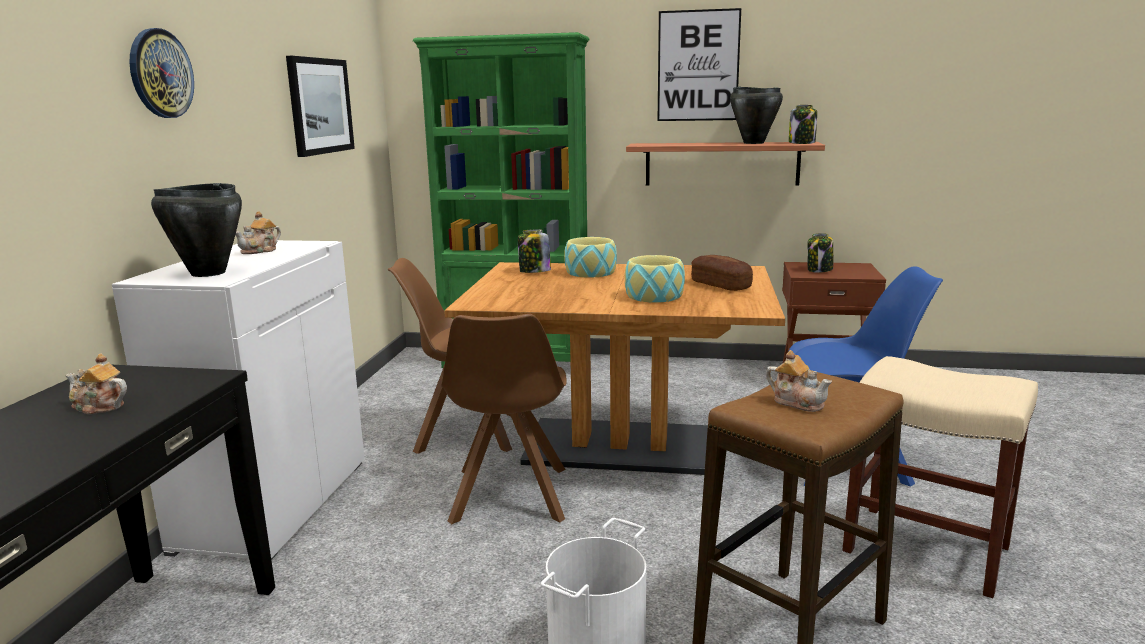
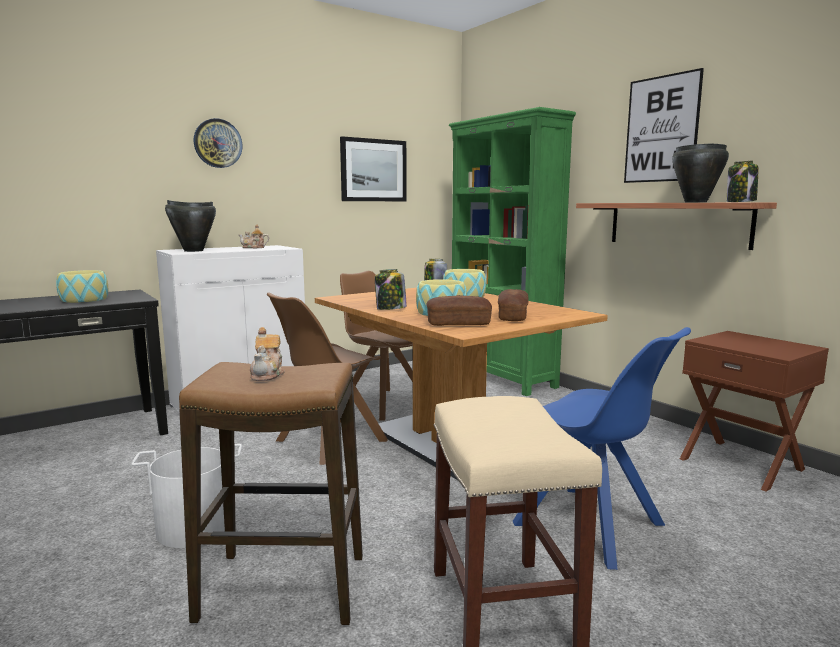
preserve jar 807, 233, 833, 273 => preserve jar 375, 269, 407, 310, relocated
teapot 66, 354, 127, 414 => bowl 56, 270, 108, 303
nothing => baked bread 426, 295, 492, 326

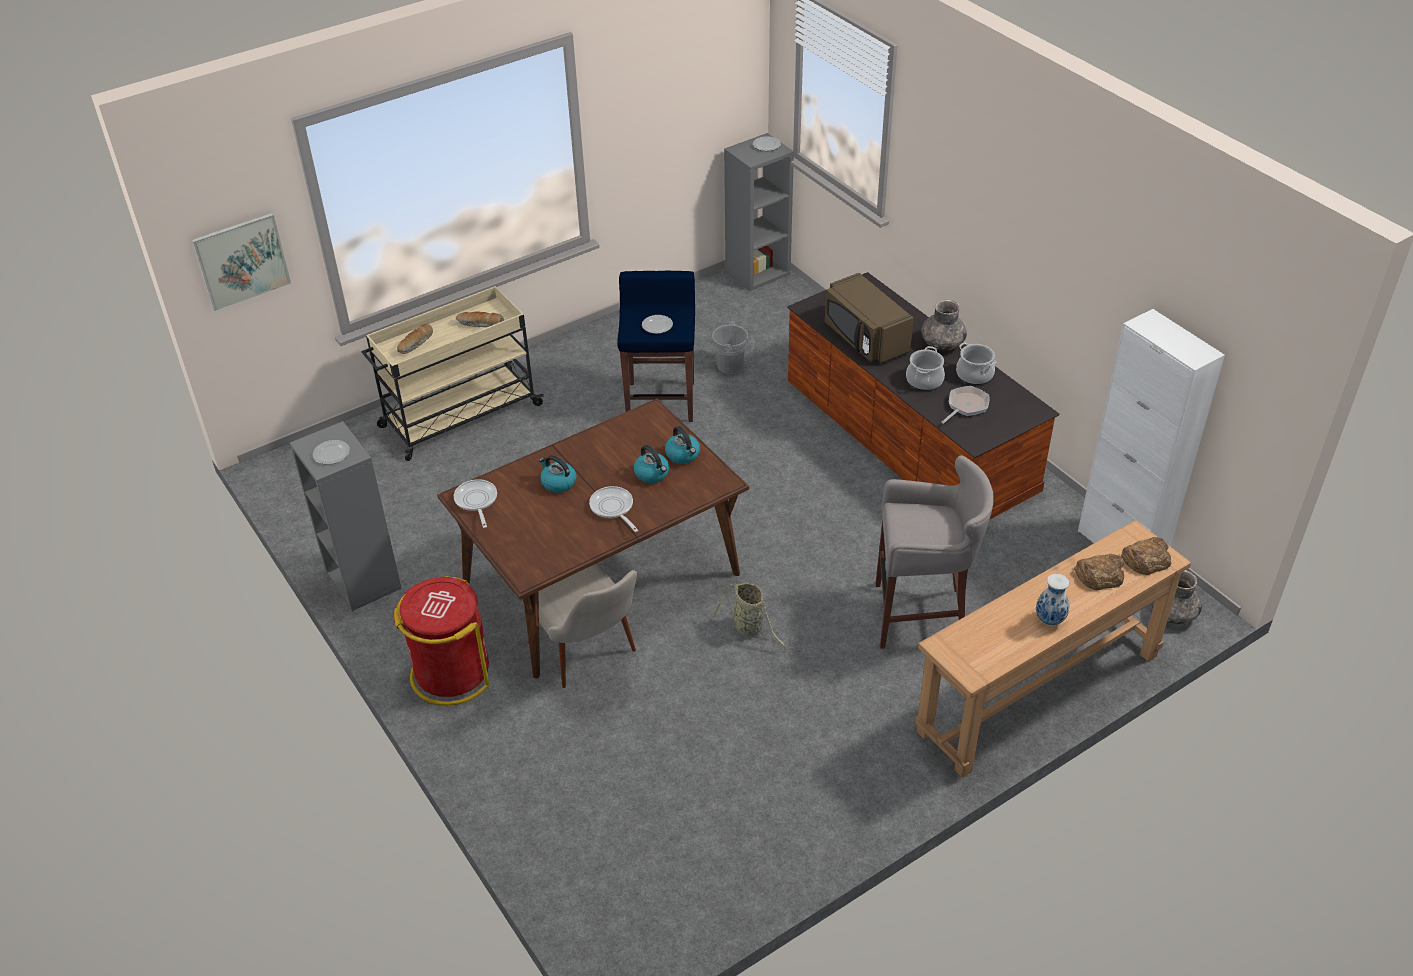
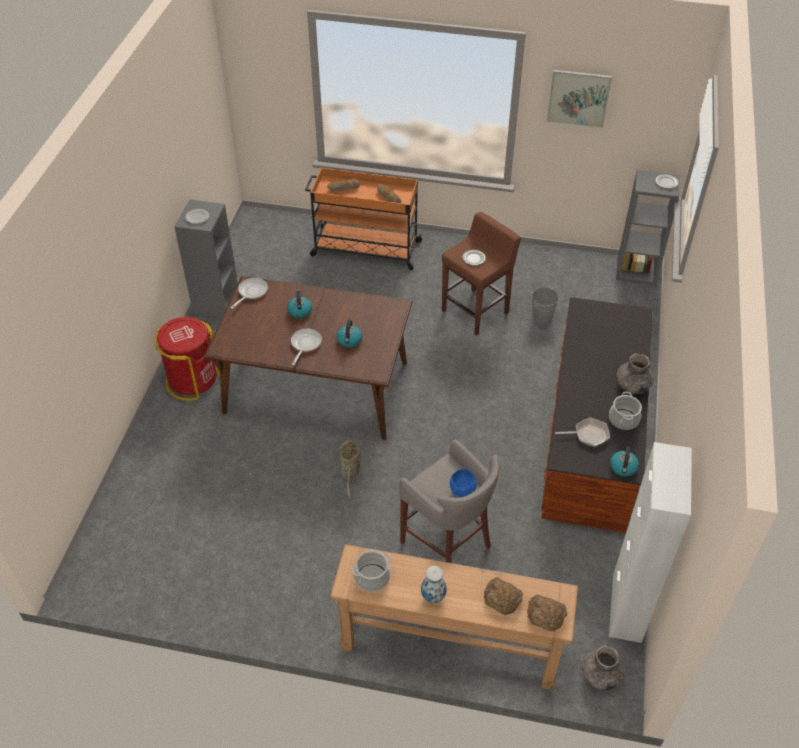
wall art 192, 213, 291, 311 => wall art 547, 70, 612, 128, relocated
sitting stool/blue-coloured 618, 271, 695, 422 => sitting stool/brown-coloured 442, 212, 521, 336
kitchen microwave/brown-coloured 825, 273, 914, 364 => nothing
trolley/beige 362, 286, 544, 461 => trolley/orange-coloured 305, 168, 423, 270
cooking pot 906, 346, 945, 390 => cooking pot 351, 550, 392, 592, relocated
water kettle 665, 426, 700, 464 => water kettle 610, 446, 639, 477, relocated
chair/beige 528, 563, 637, 688 => nothing
nothing => bowl/blue-coloured 450, 469, 477, 497

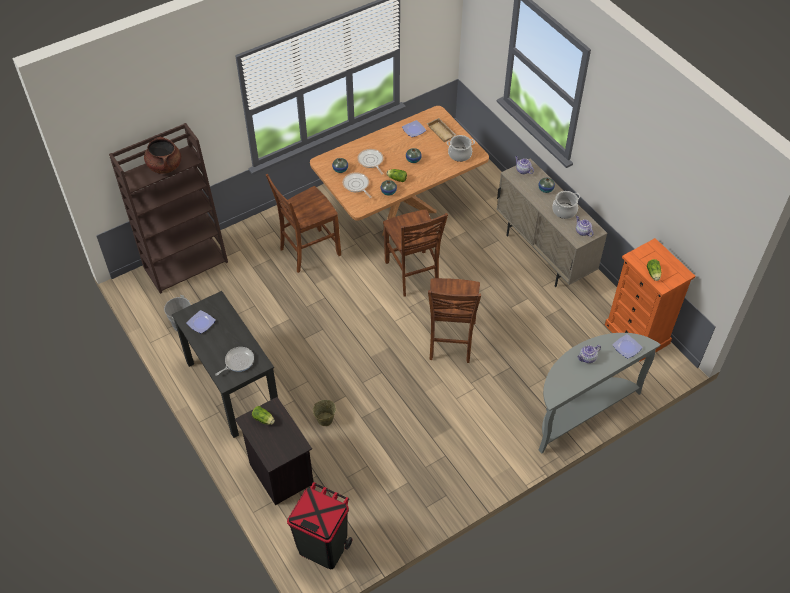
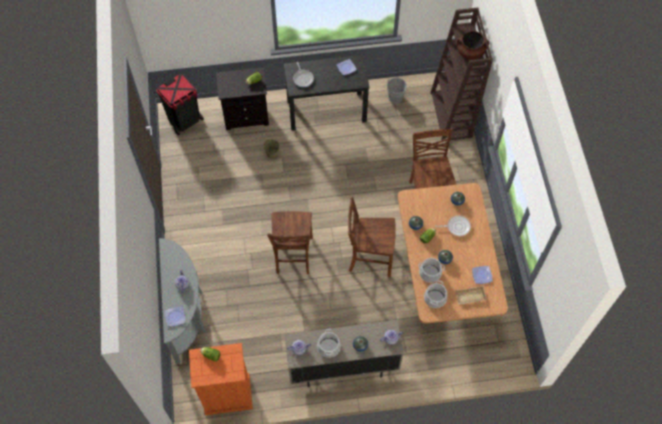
pan 343, 172, 372, 198 => nothing
chair/brown-coloured 428, 278, 481, 363 => chair/brown-coloured 267, 211, 313, 274, 120 degrees counterclockwise
nothing => cooking pot 418, 258, 445, 283

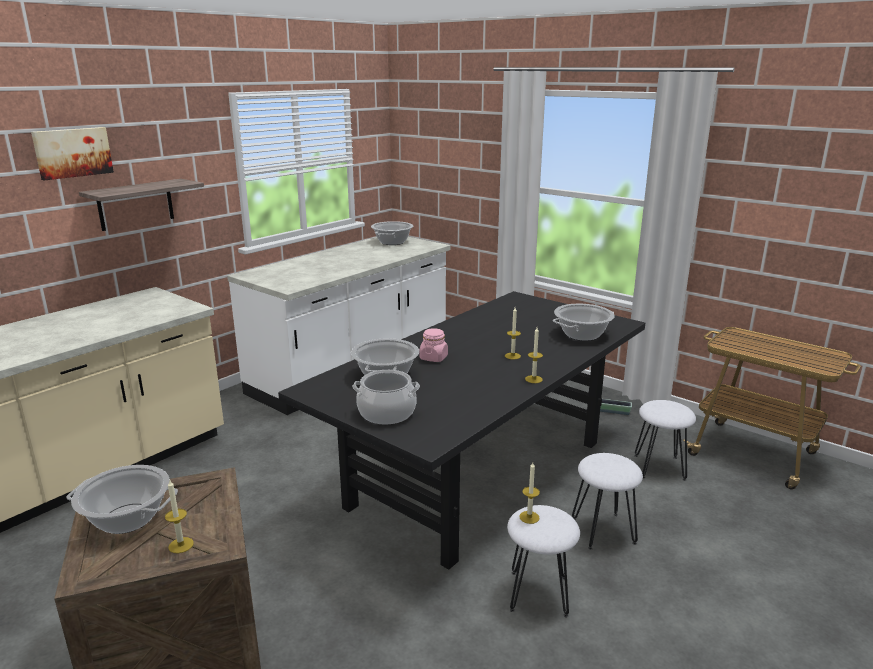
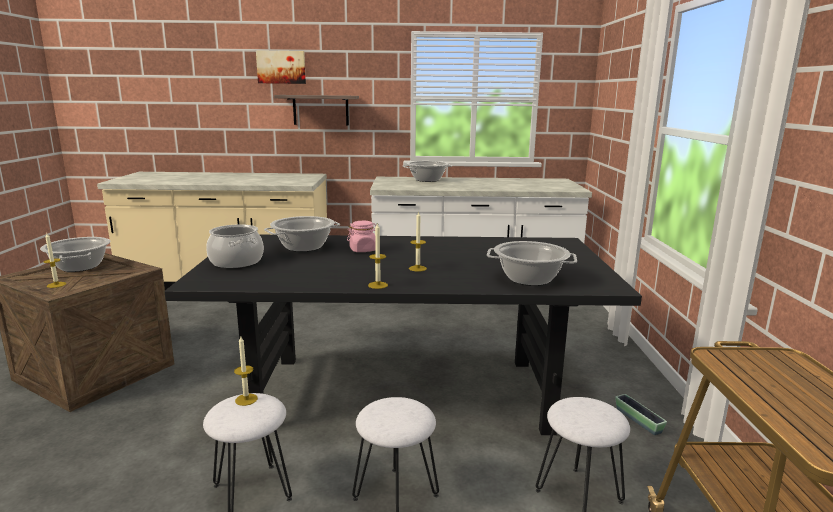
cooking pot 371, 221, 413, 245 => cooking pot 403, 161, 452, 182, relocated

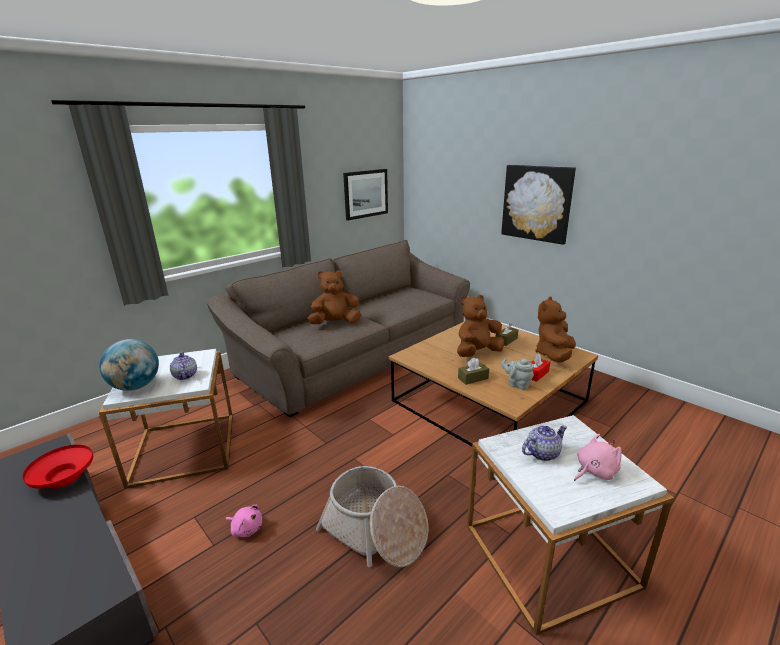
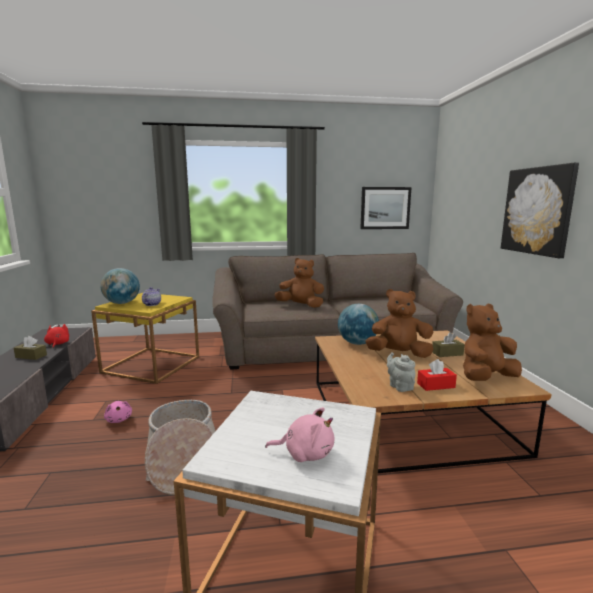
accent table/white-coloured 99, 349, 233, 489 => accent table/yellow-coloured 91, 293, 199, 384
tissue box/brown-coloured 458, 357, 489, 385 => tissue box/brown-coloured 14, 336, 47, 360, relocated
teapot 522, 425, 567, 461 => nothing
bowl/reddish 23, 445, 93, 489 => plush toy/reddish 44, 324, 69, 348
nothing => world globe 338, 304, 379, 345

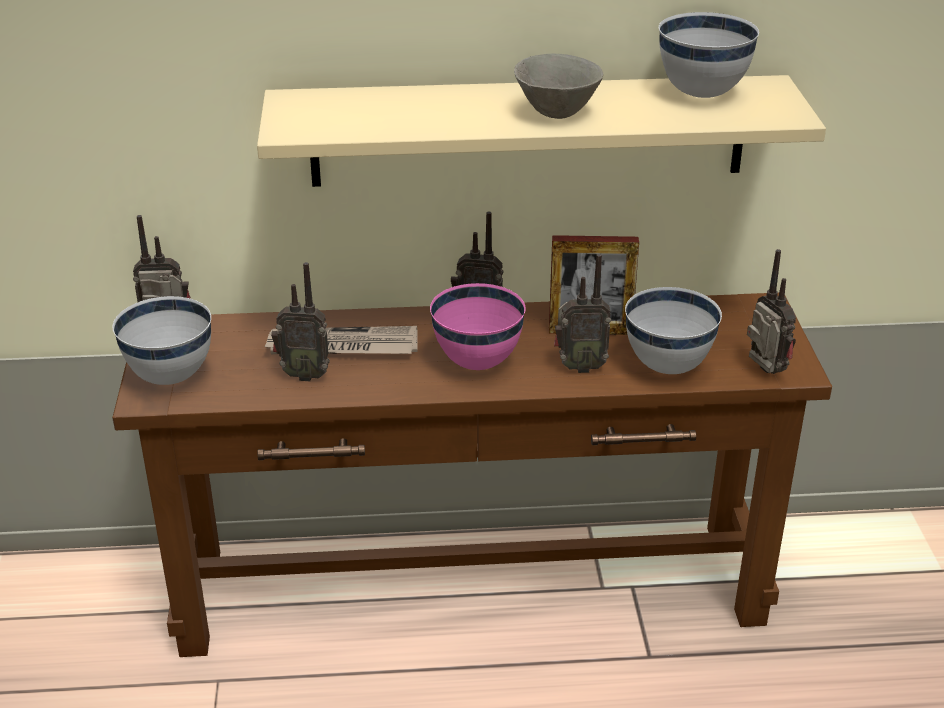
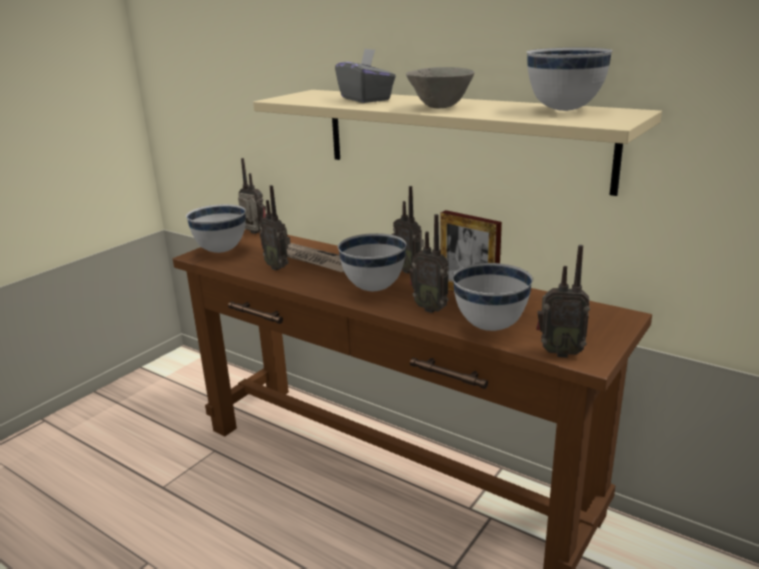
radio receiver 747, 249, 796, 374 => radio receiver 536, 245, 590, 358, 90 degrees clockwise
bowl/pink-coloured 430, 283, 526, 370 => bowl/white-coloured 338, 233, 407, 291
nothing => tissue box/greyish 335, 48, 396, 103

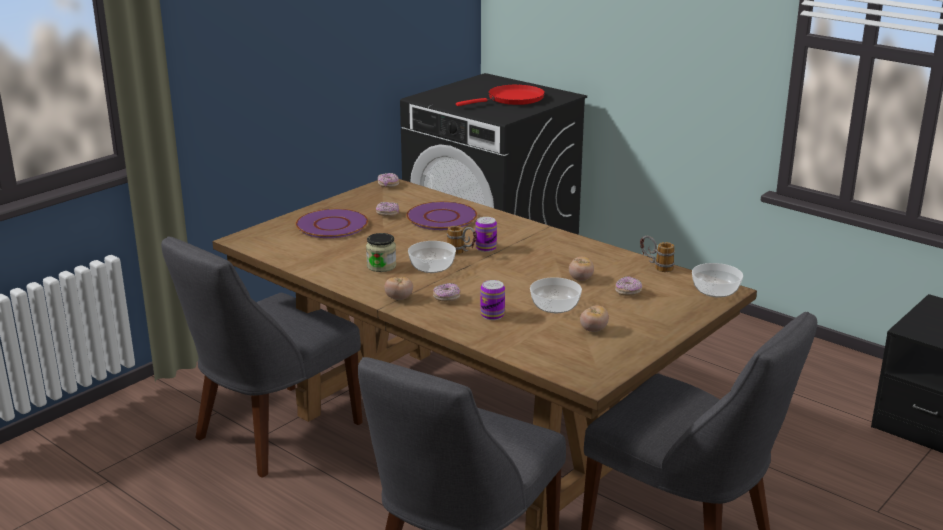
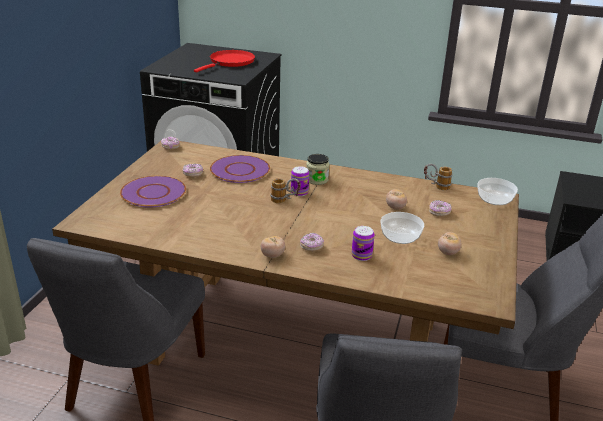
preserve jar 366, 233, 396, 272 => preserve jar 306, 154, 329, 185, relocated
bowl 408, 241, 456, 273 => nothing

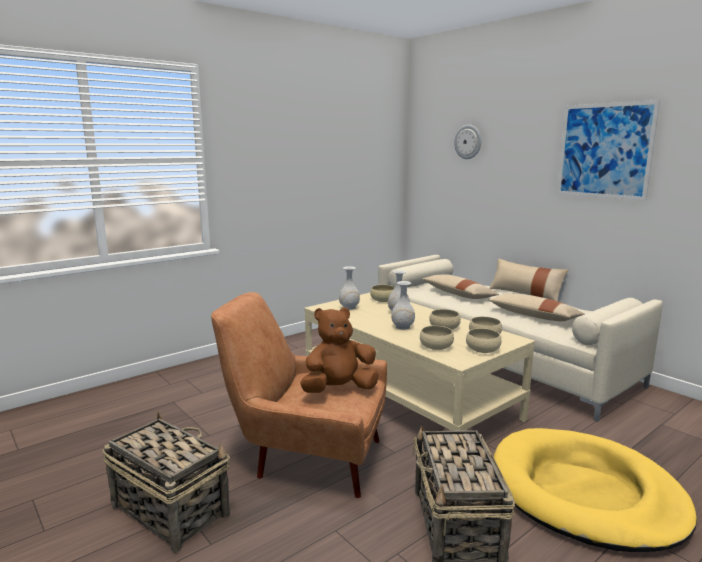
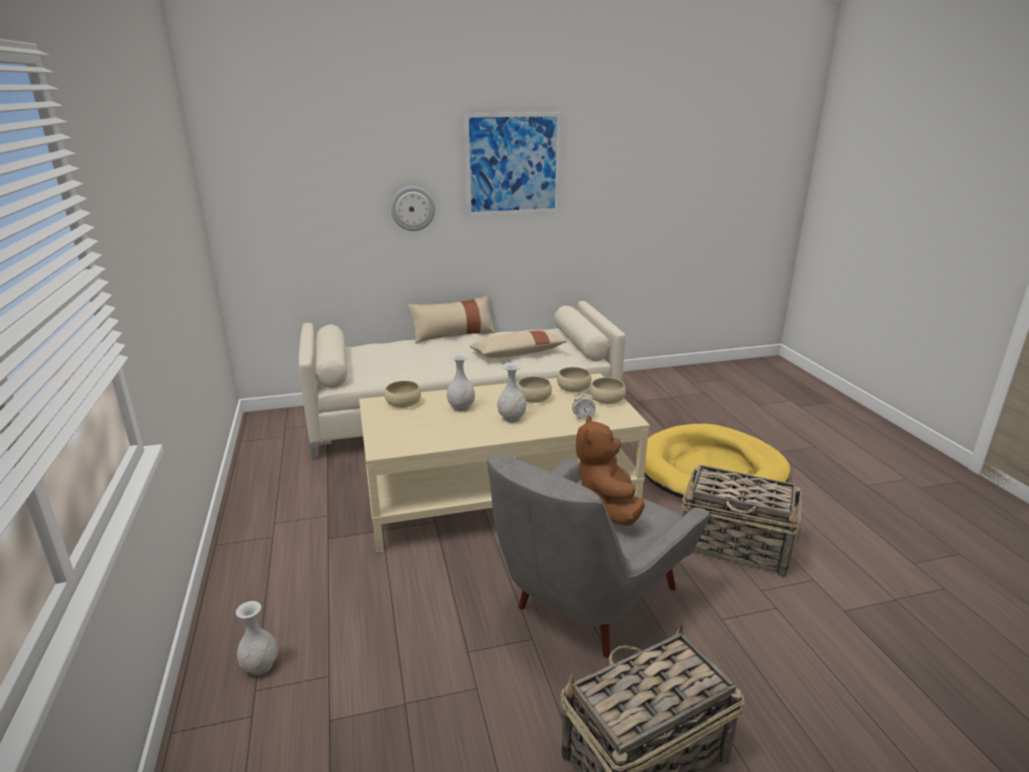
hanging clock 454, 125, 481, 159 => hanging clock 391, 186, 435, 231, relocated
decorative vase/white-coloured 339, 266, 360, 310 => decorative vase/white-coloured 236, 601, 278, 675, relocated
throw pillow/beige 422, 274, 499, 299 => nothing
easy chair/brown-coloured 211, 292, 387, 498 => easy chair/greyish 487, 454, 711, 658
bowl/beige 420, 326, 454, 350 => bedside clock 572, 391, 596, 420

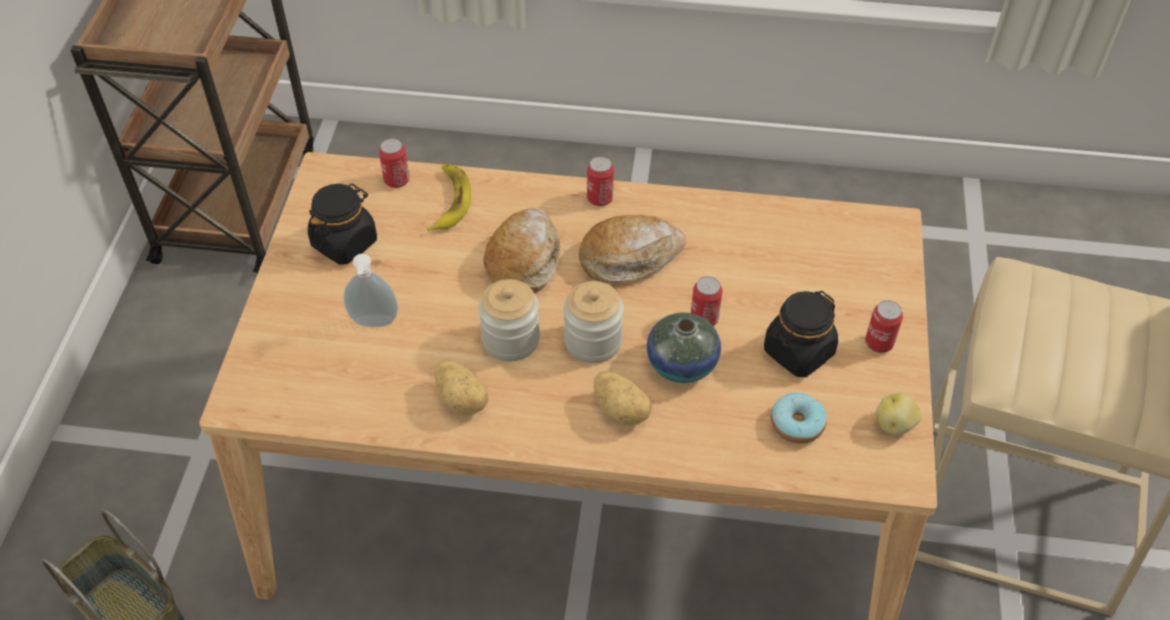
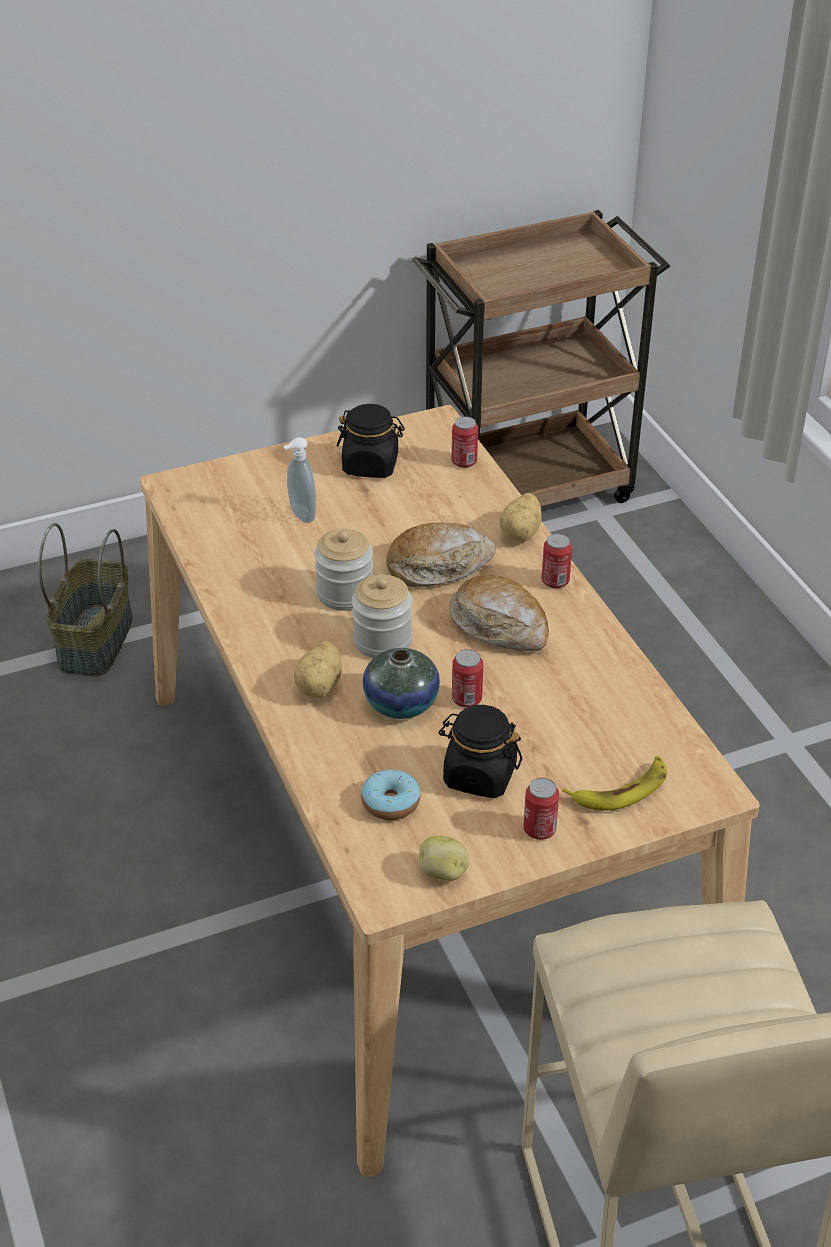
banana fruit 427, 164, 471, 231 => banana fruit 562, 756, 667, 811, relocated
spud 435, 360, 489, 415 => spud 500, 493, 542, 542, relocated

